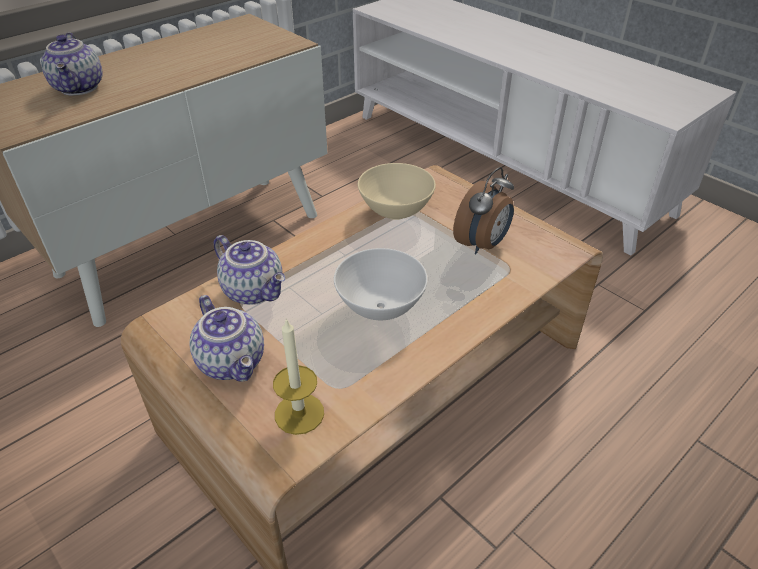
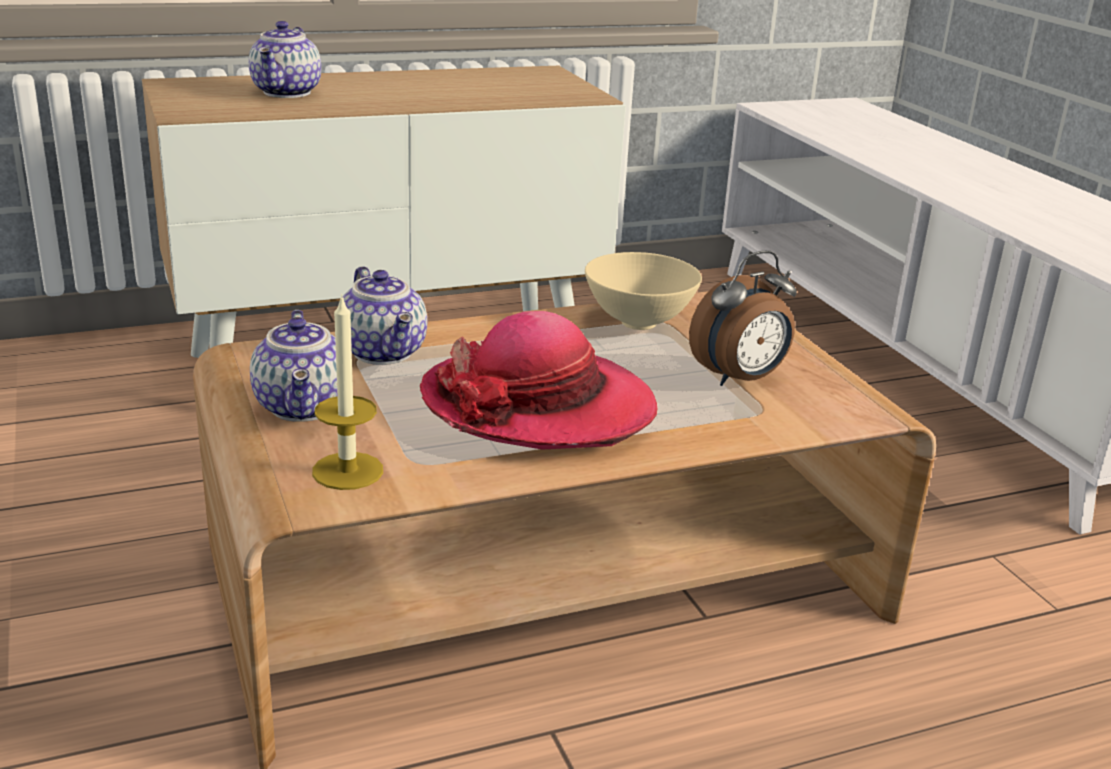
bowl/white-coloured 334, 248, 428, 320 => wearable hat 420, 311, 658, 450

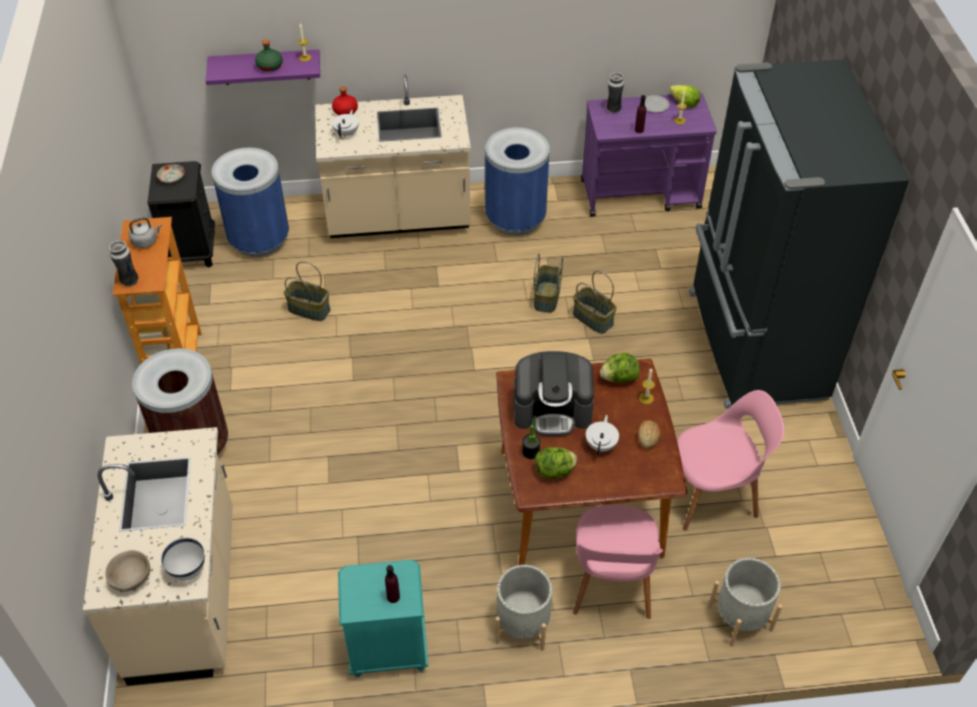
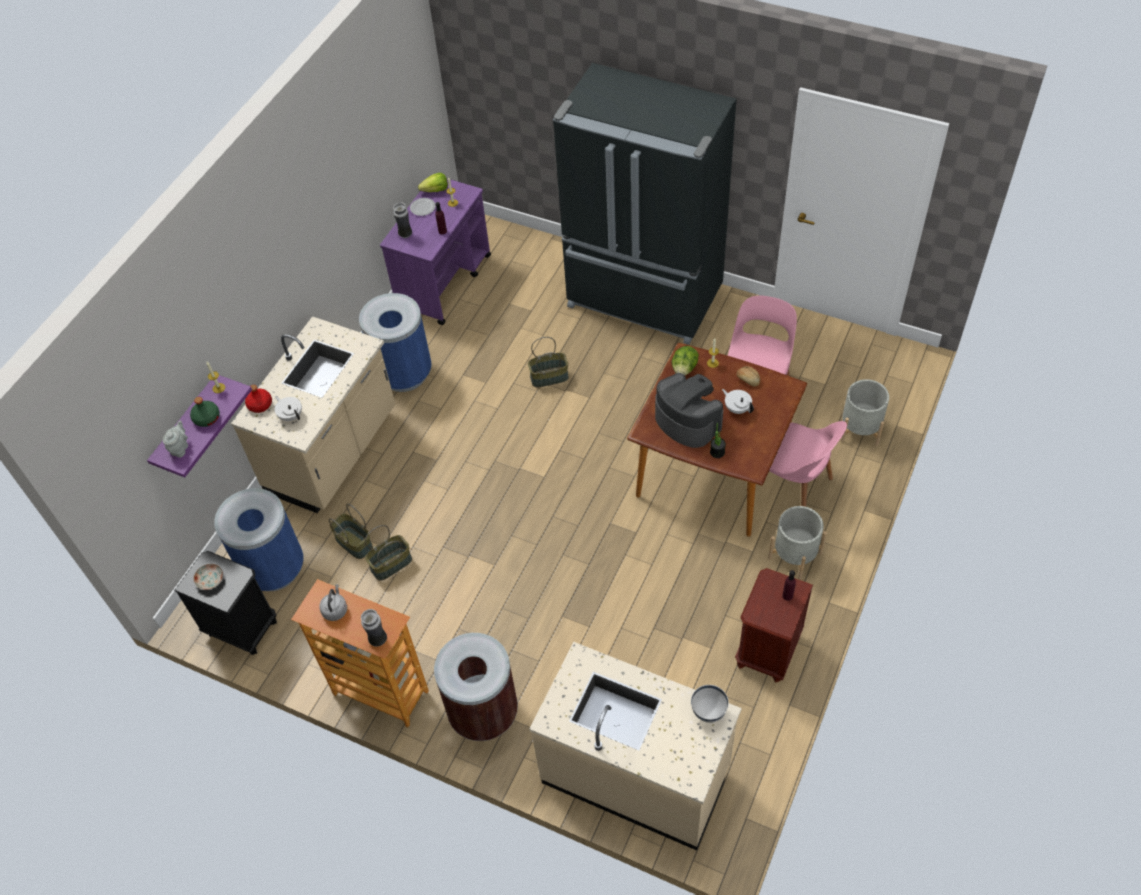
household basket 534, 253, 563, 313 => household basket 329, 504, 373, 559, relocated
coffee brewer 514, 351, 594, 436 => coffee brewer 655, 373, 723, 448, 75 degrees counterclockwise
lettuce head 535, 447, 577, 478 => nothing
bowl/beige 105, 550, 150, 592 => nothing
night table/turquoise-coloured 338, 560, 428, 678 => night table/brown-coloured 735, 568, 813, 683
nothing => teapot/greyish 163, 420, 188, 457

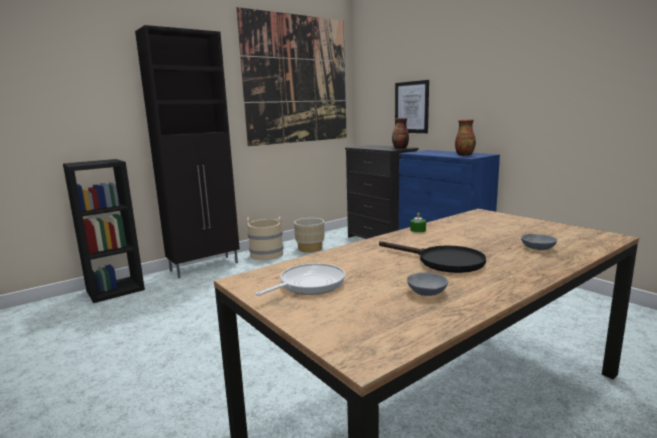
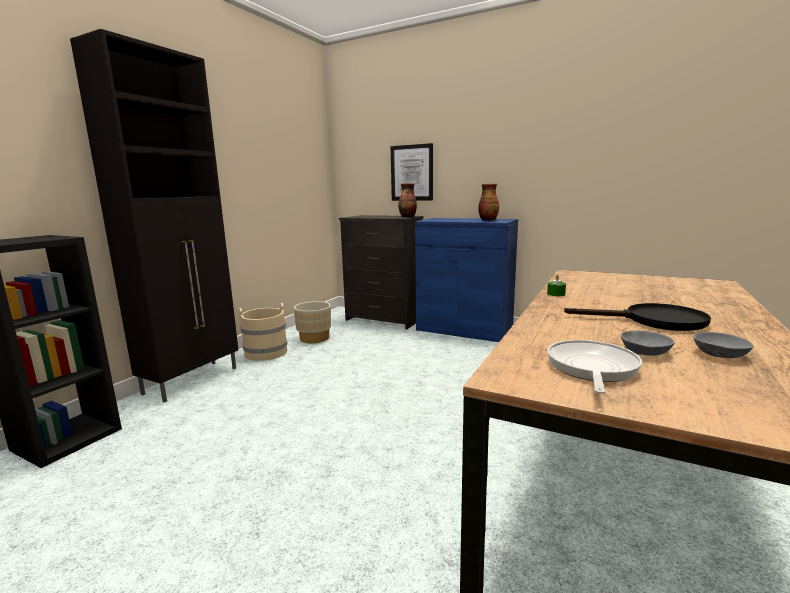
wall art 236, 7, 347, 146 => nothing
bowl/greyish 521, 234, 557, 250 => bowl/greyish 620, 331, 674, 356, relocated

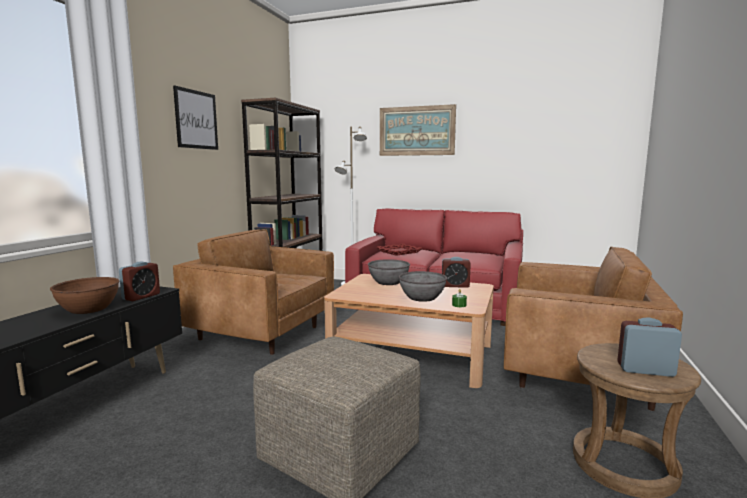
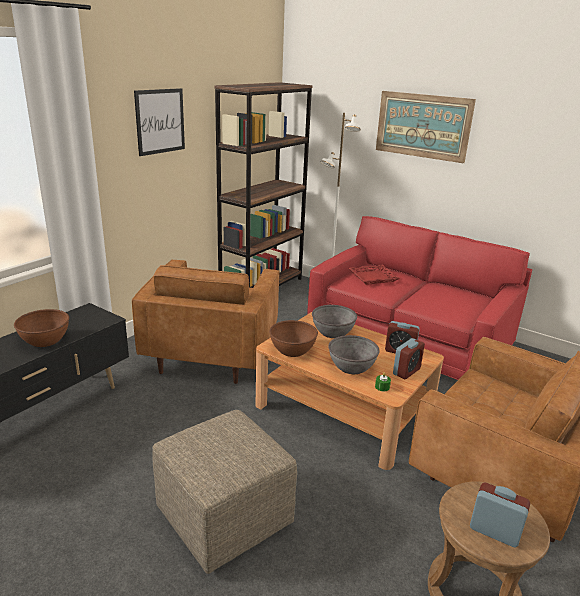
easy chair/brown-coloured 173, 229, 334, 355 => easy chair/brown-coloured 132, 259, 279, 384, 120 degrees counterclockwise
bedside clock 119, 262, 160, 301 => bedside clock 393, 338, 425, 379, relocated
nothing => bowl/brown-coloured 269, 320, 318, 357

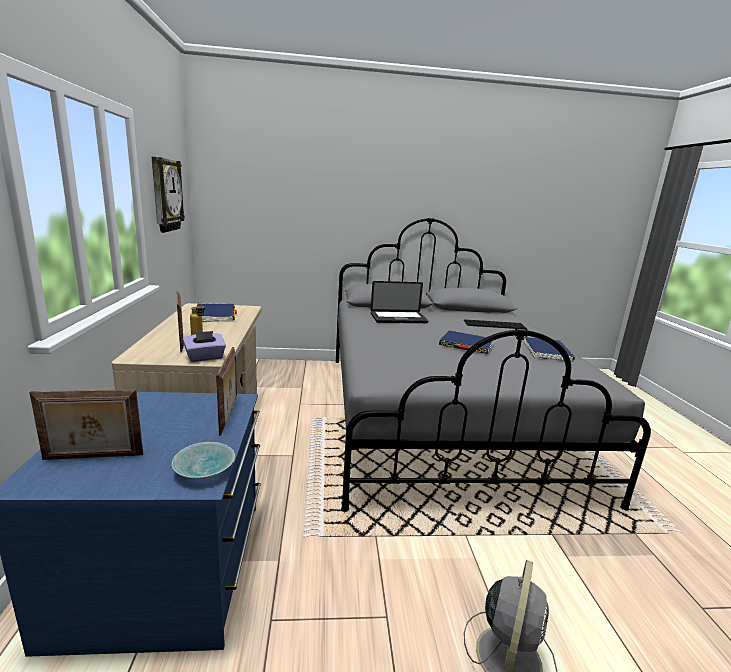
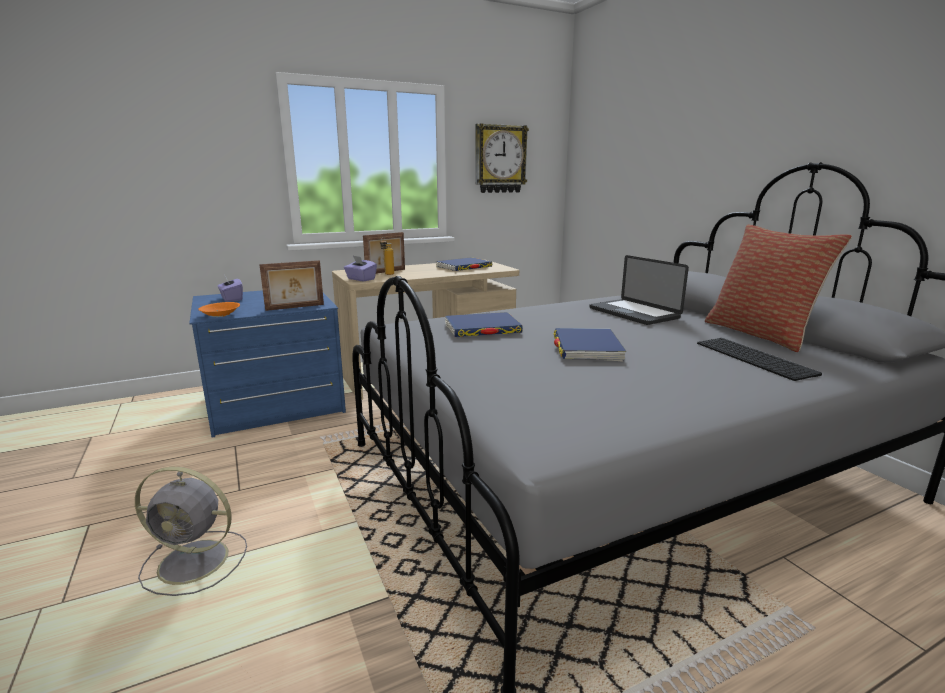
bound book/blue-coloured 524, 337, 575, 361 => bound book/blue-coloured 445, 312, 523, 337, relocated
photo frame 29, 389, 143, 460 => tissue box/purplish 217, 276, 243, 302
bowl/turquoise-coloured 172, 442, 235, 479 => bowl/orange-coloured 198, 302, 240, 317
nothing => throw pillow 705, 224, 852, 352

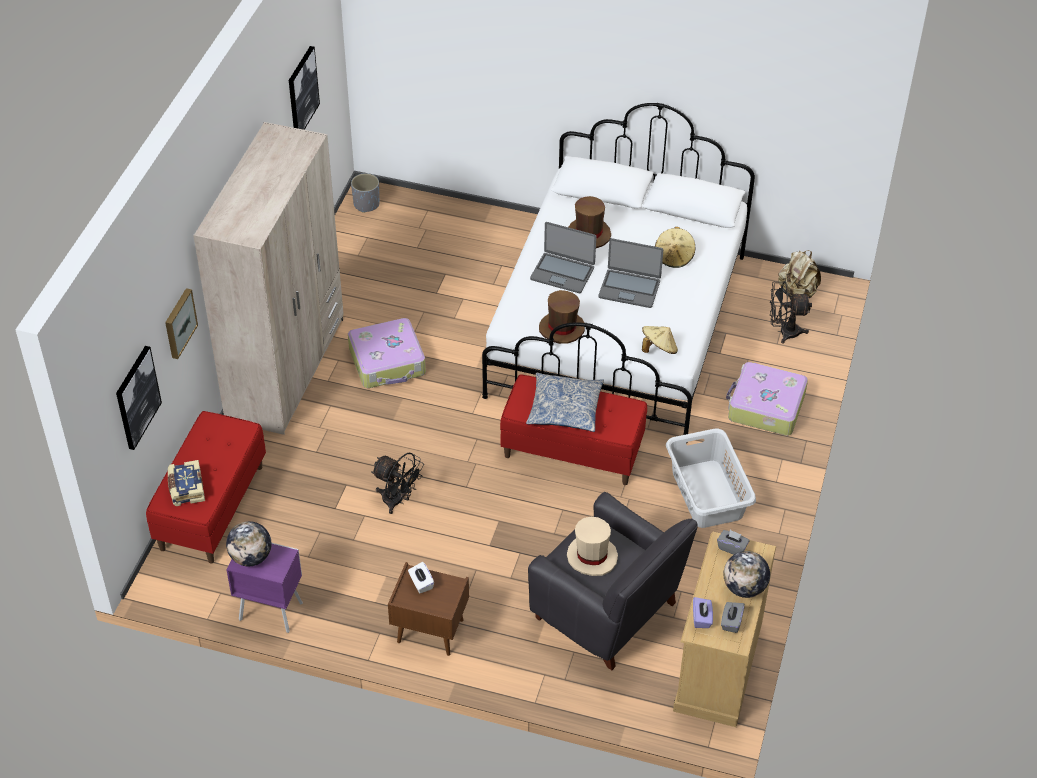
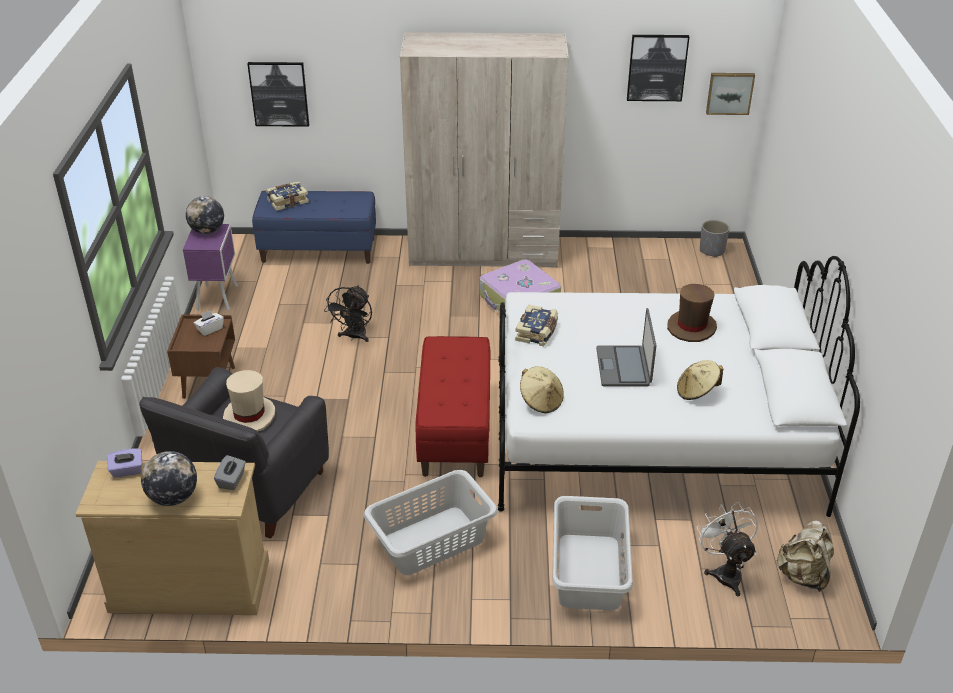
portable computer 530, 222, 596, 293 => nothing
electric fan/blackish 770, 281, 812, 344 => electric fan/white-coloured 697, 502, 758, 596
wall art 165, 288, 198, 359 => wall art 706, 73, 755, 115, relocated
wearable hat/brown-coloured 539, 290, 585, 344 => bound book 515, 304, 558, 346
piece of luggage 726, 362, 808, 436 => laundry basket/greyish 552, 496, 633, 610
throw pillow 526, 373, 604, 432 => nothing
indoor bench/reddish 146, 411, 266, 563 => indoor bench/blue-coloured 252, 191, 376, 264
tissue box/greyish 721, 602, 745, 633 => nothing

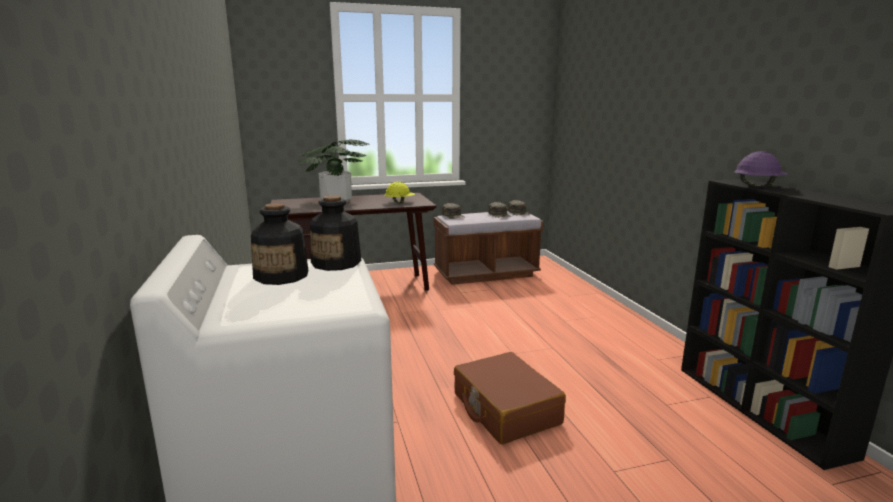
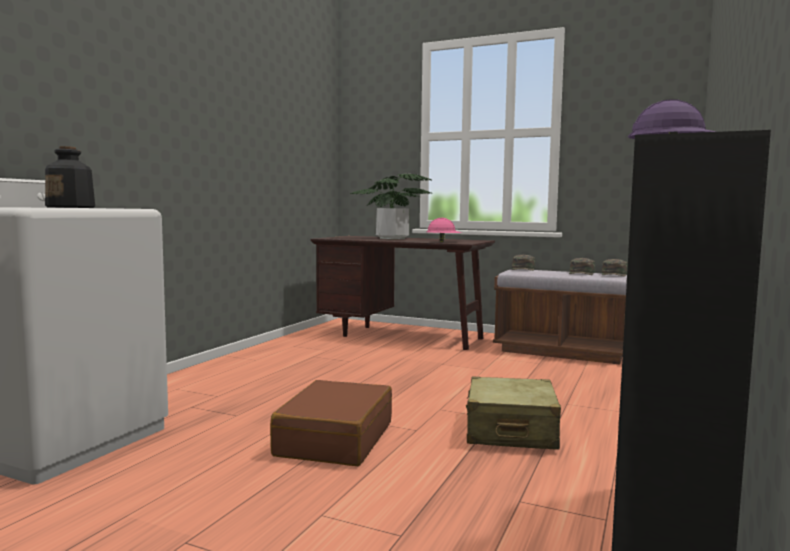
hard hat/yellow-coloured 384, 182, 415, 203 => hard hat/pink-coloured 426, 218, 462, 242
drink bottle 310, 195, 361, 271 => nothing
nothing => piece of luggage/beige 466, 376, 561, 449

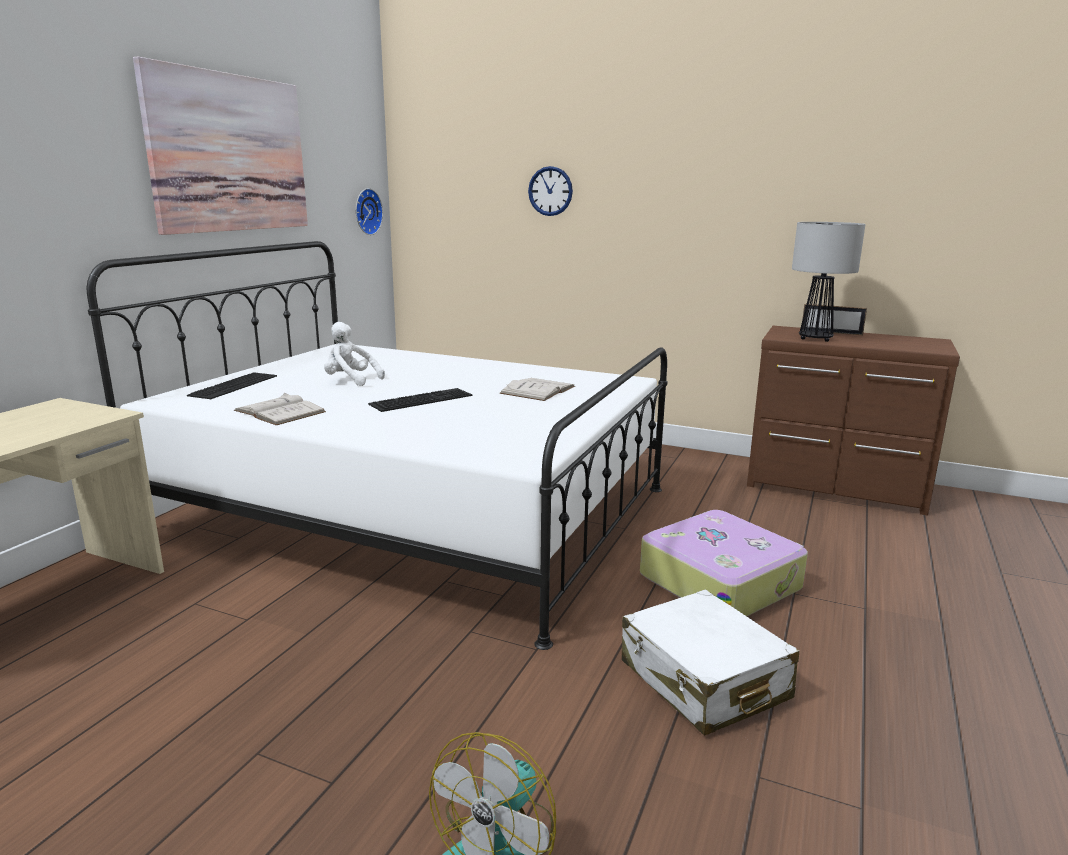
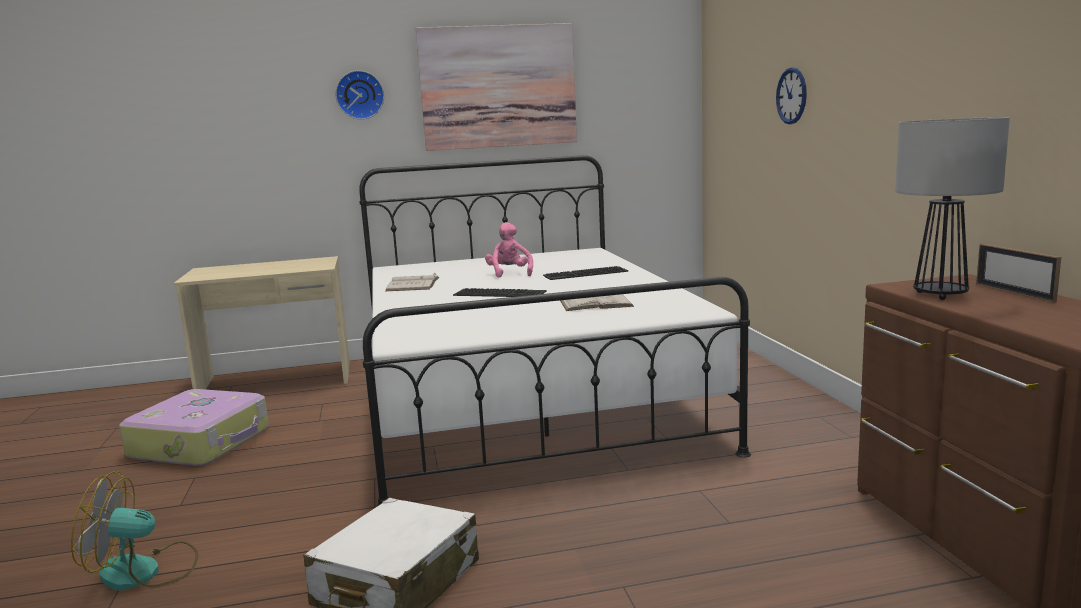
hanging clock 356, 188, 383, 235 => hanging clock 335, 70, 384, 120, relocated
plush toy/white-coloured 324, 322, 385, 386 => plush toy/pink-coloured 485, 222, 533, 278
computer keyboard 187, 372, 277, 399 => computer keyboard 543, 266, 628, 280, relocated
piece of luggage 640, 510, 808, 616 => piece of luggage 119, 389, 269, 466, relocated

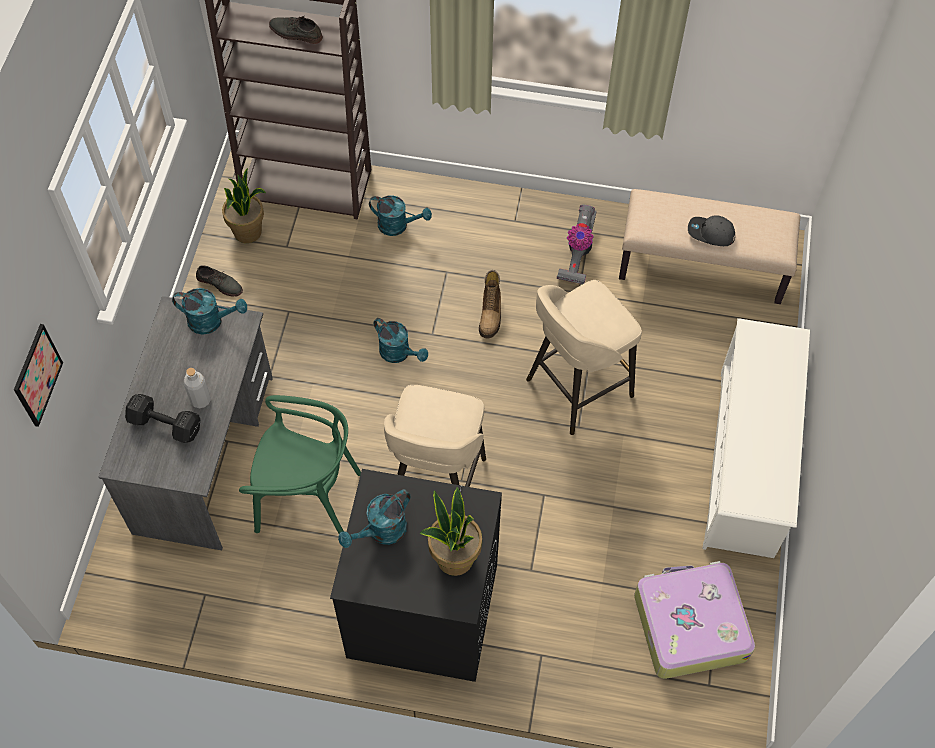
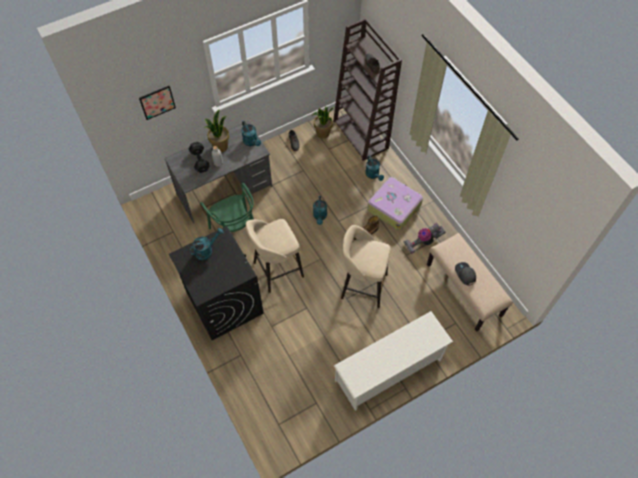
plant in a pot 419, 487, 482, 576 => plant in a pot 204, 110, 229, 152, relocated
sprinkling can/turquoise-coloured 338, 489, 411, 548 => sprinkling can/turquoise-coloured 189, 228, 224, 260, 135 degrees clockwise
piece of luggage 634, 561, 755, 679 => piece of luggage 367, 177, 423, 230, relocated

